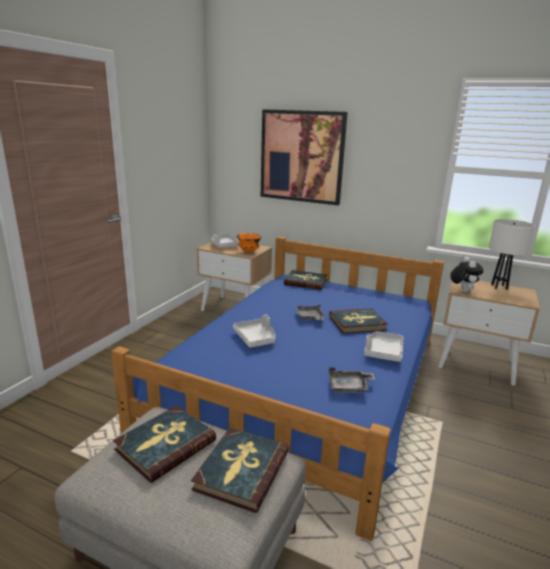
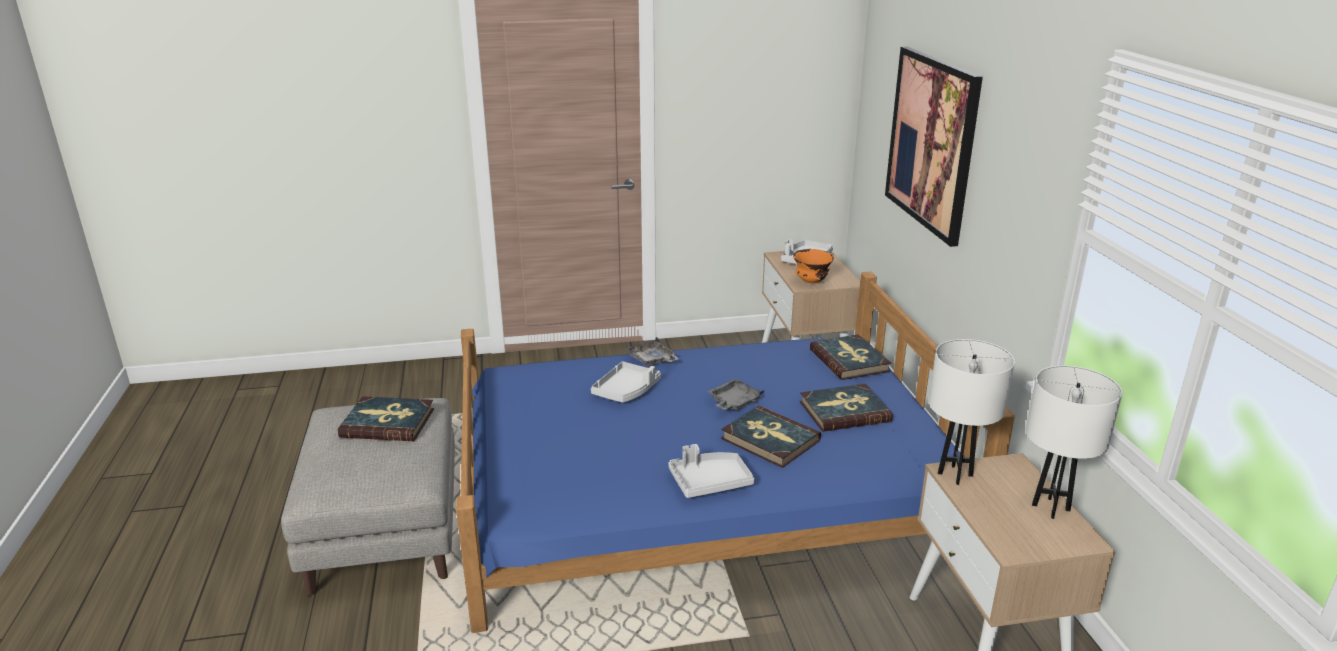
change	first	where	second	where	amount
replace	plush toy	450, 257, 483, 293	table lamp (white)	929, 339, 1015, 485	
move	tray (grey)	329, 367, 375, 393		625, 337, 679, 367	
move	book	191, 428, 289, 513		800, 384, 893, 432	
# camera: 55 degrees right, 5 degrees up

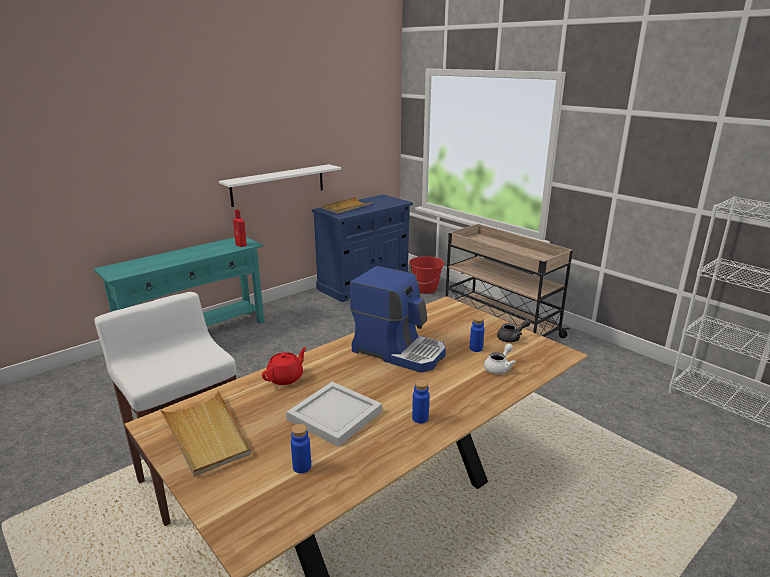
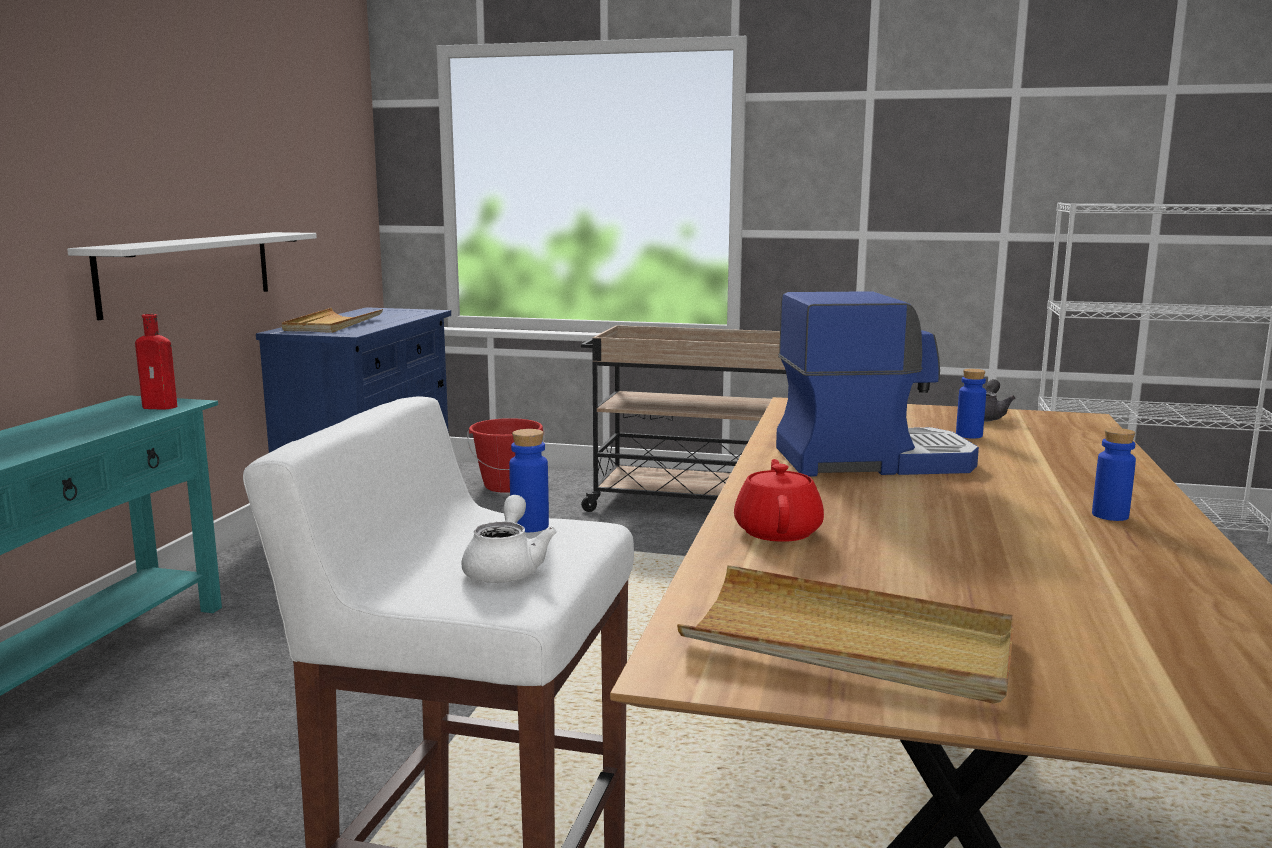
change	first	where	second	where	amount
move	teapot (white)	484, 343, 516, 374		461, 495, 557, 583	
delete	tray (white)	286, 382, 382, 447			
move	bottle (blue)	291, 424, 311, 473		509, 429, 549, 532	
# camera: 35 degrees left, 10 degrees down

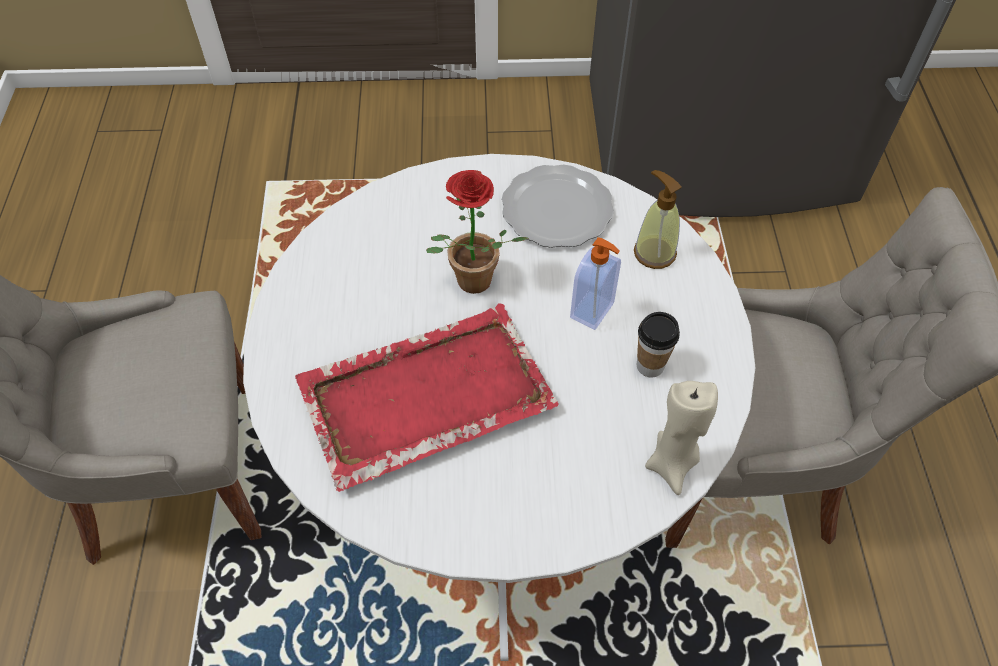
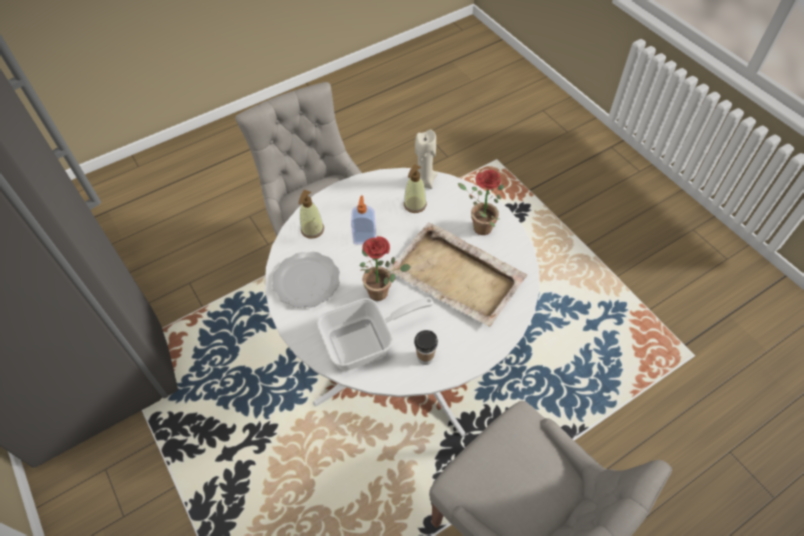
change	first	where	second	where	amount
recolor	tray (red)	295, 303, 559, 492	tray (beige)	388, 222, 527, 327	
move	cup	637, 312, 680, 377		414, 330, 438, 365	
insert			soap dispenser	404, 164, 427, 213	
insert			potted plant	458, 170, 504, 235	
insert			frying pan	317, 297, 434, 371	
# camera: 120 degrees left, 0 degrees up

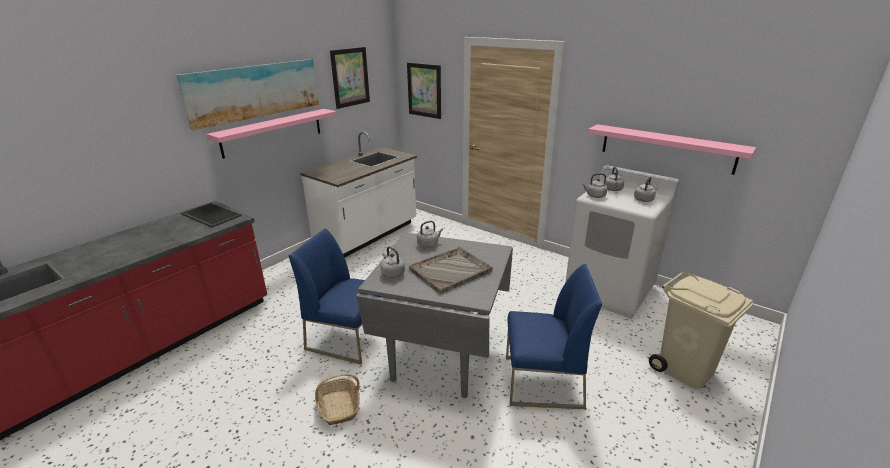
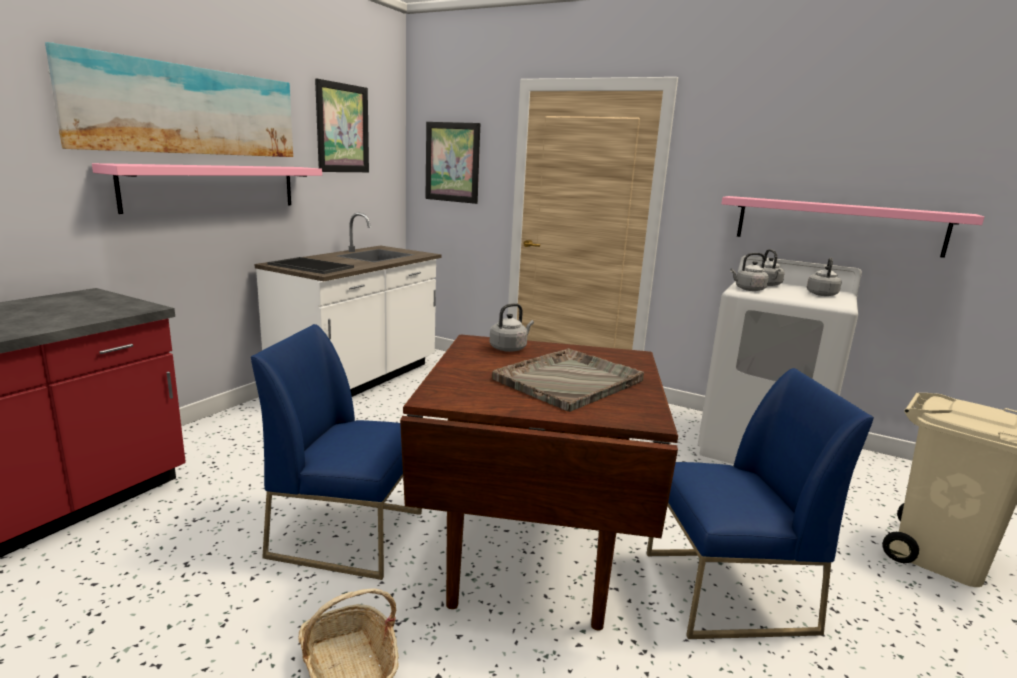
change	first	where	second	where	amount
move	tray	181, 203, 242, 228		268, 257, 354, 274	
recolor	dining table (grey)	356, 232, 513, 398	dining table (brown)	400, 335, 678, 630	
delete	kettle (grey)	381, 247, 405, 278			
# camera: 10 degrees left, 10 degrees down

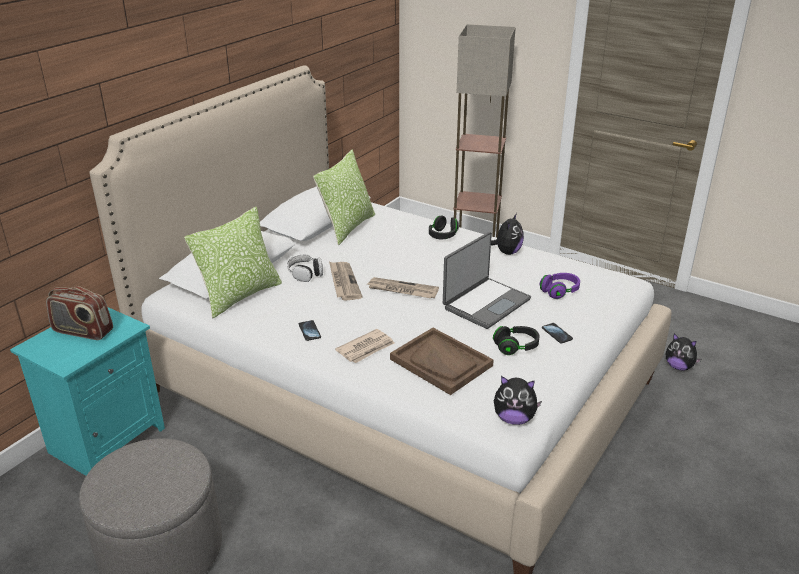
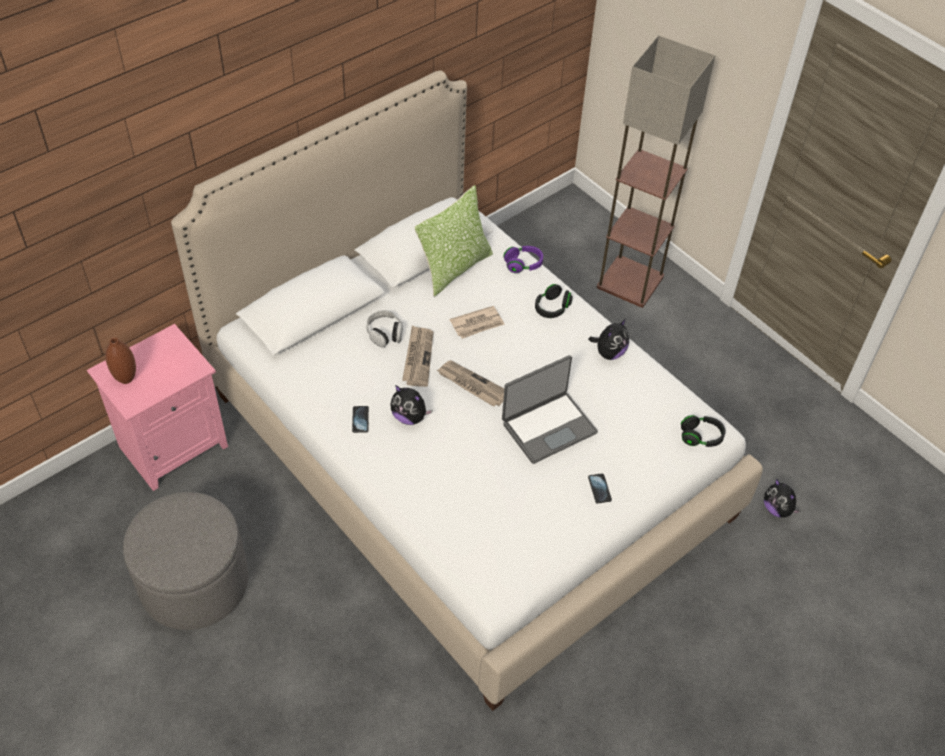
change	first	where	second	where	amount
delete	pillow	184, 207, 282, 318			
move	headphones (purple)	540, 273, 580, 299		503, 246, 543, 273	
delete	radio	46, 286, 113, 340			
recolor	nightstand (turquoise)	10, 307, 165, 476	nightstand (pink)	87, 324, 228, 491	
move	headphones (black)	493, 326, 539, 355		681, 415, 726, 447	
delete	tray (brown)	390, 328, 494, 395			
move	newspaper	335, 329, 394, 363		450, 306, 505, 339	
move	plush toy	494, 376, 542, 425		390, 385, 432, 425	
insert			vase (brown)	105, 338, 136, 384	
# camera: 15 degrees right, 20 degrees up

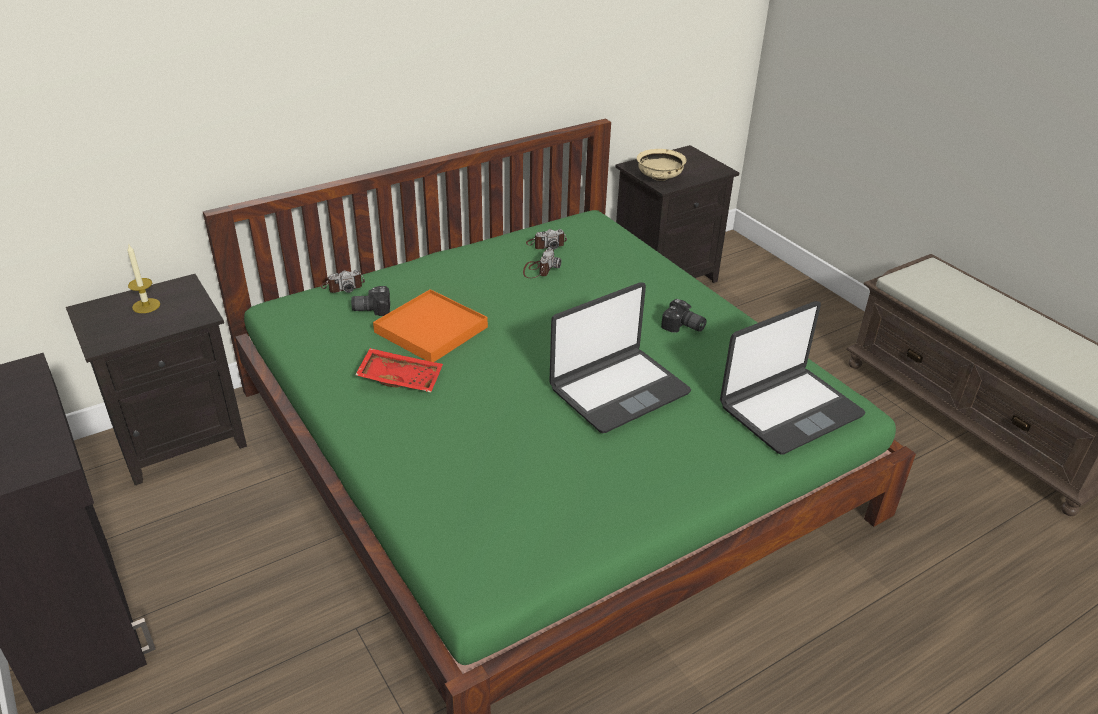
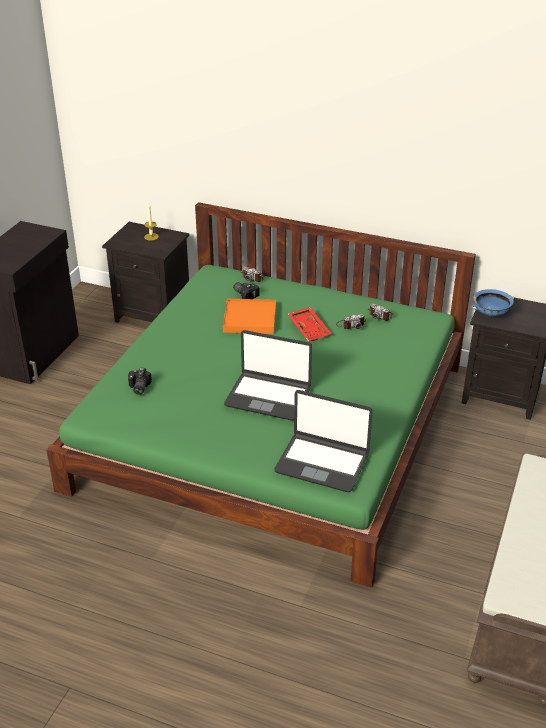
change	first	where	second	where	amount
recolor	bowl (beige)	637, 149, 687, 181	bowl (blue)	471, 289, 514, 316	
move	photo camera	661, 299, 707, 333		128, 368, 152, 395	
move	tray (red)	355, 348, 443, 392		288, 307, 332, 341	
# camera: 55 degrees right, 0 degrees up

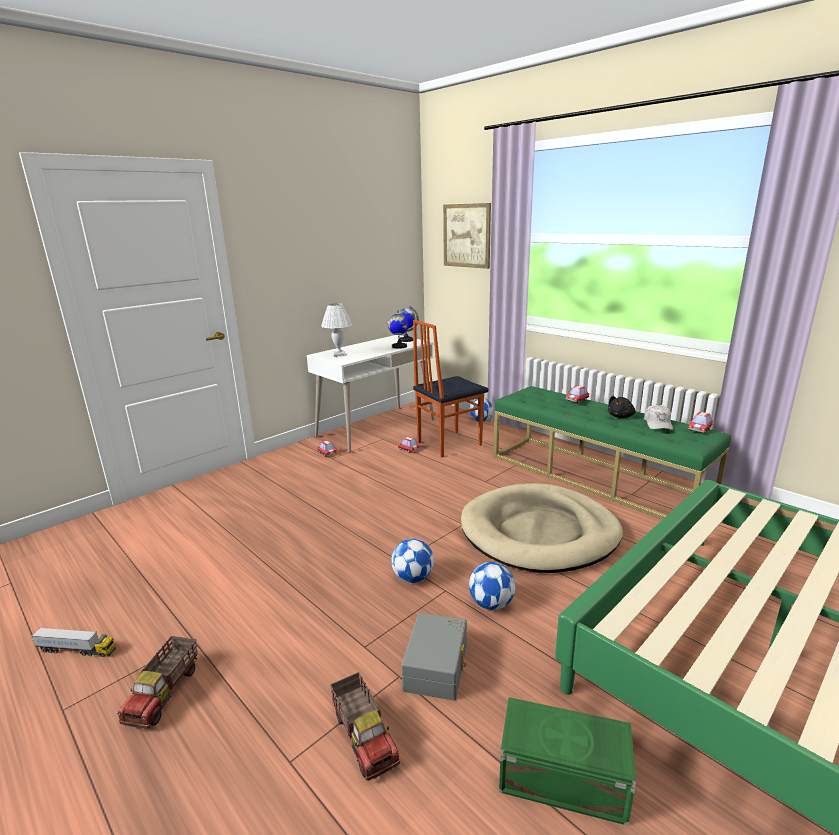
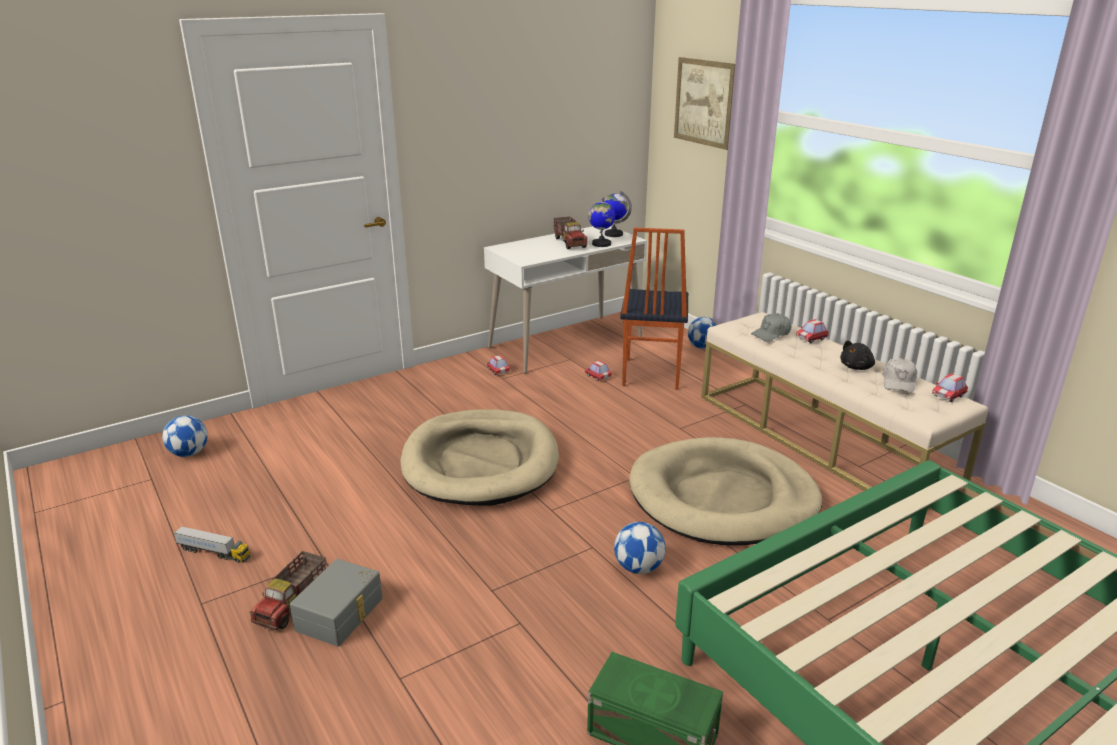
change	first	where	second	where	amount
delete	table lamp (white)	321, 303, 352, 357			
rotate	chair	413, 320, 488, 457		620, 227, 688, 390	60 degrees counterclockwise
recolor	bench (green)	493, 386, 731, 519	bench (beige)	701, 312, 988, 518	
move	football	391, 539, 434, 583		162, 415, 208, 457	
move	storage box (grey)	401, 613, 467, 701		290, 559, 383, 647	
move	toy truck	330, 672, 400, 781		553, 216, 588, 249	
insert			cap (grey)	751, 313, 791, 341	
insert			dog bed (beige)	400, 409, 559, 506	
# camera: 10 degrees right, 5 degrees up

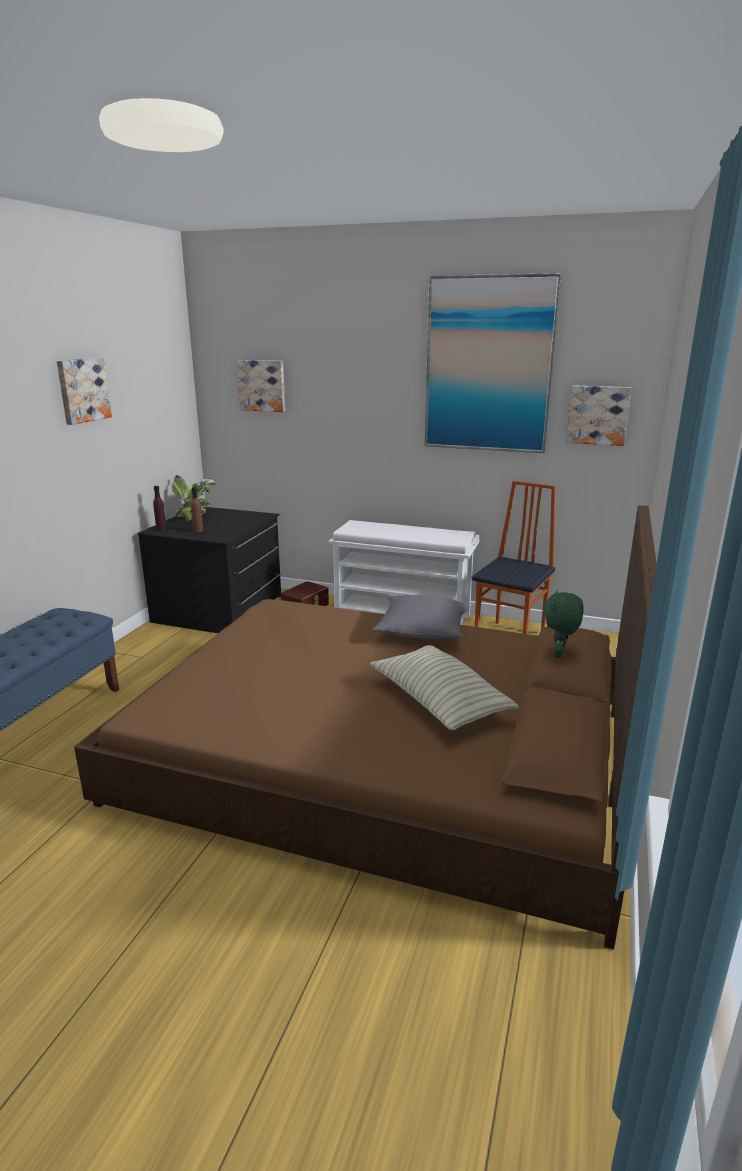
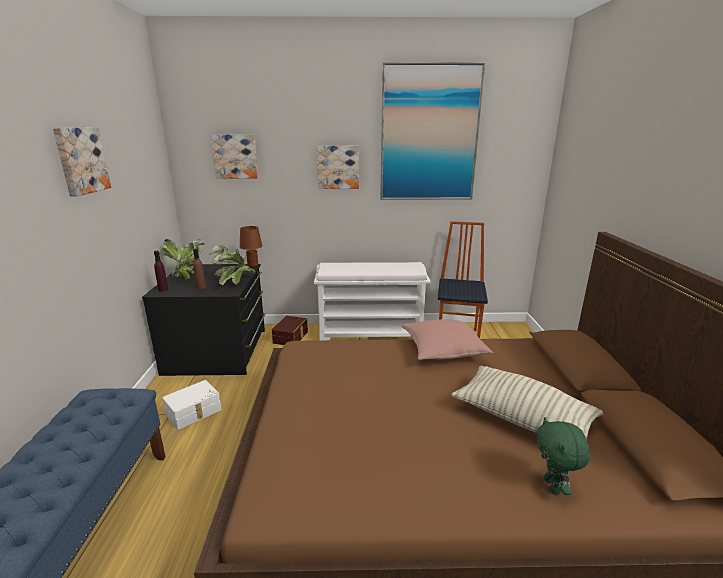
change	first	where	second	where	amount
move	picture	566, 385, 632, 446		317, 146, 359, 189	
move	plush toy (green)	544, 590, 584, 658		536, 417, 591, 495	
recolor	pillow (grey)	372, 595, 470, 639	pillow (pink)	401, 319, 493, 360	
insert			table lamp (brown)	240, 226, 262, 268	
insert			potted plant	210, 245, 255, 285	
insert			storage box (white)	162, 380, 222, 430	
# camera: 20 degrees left, 0 degrees up

